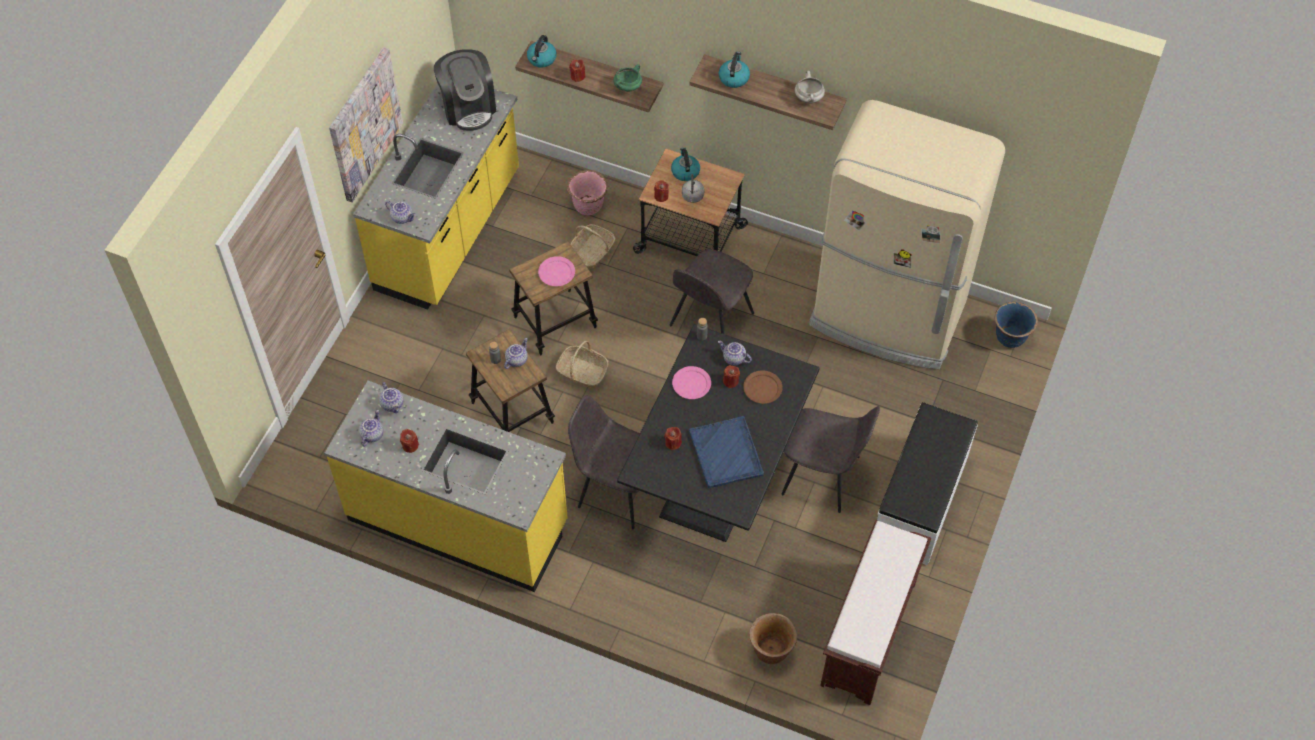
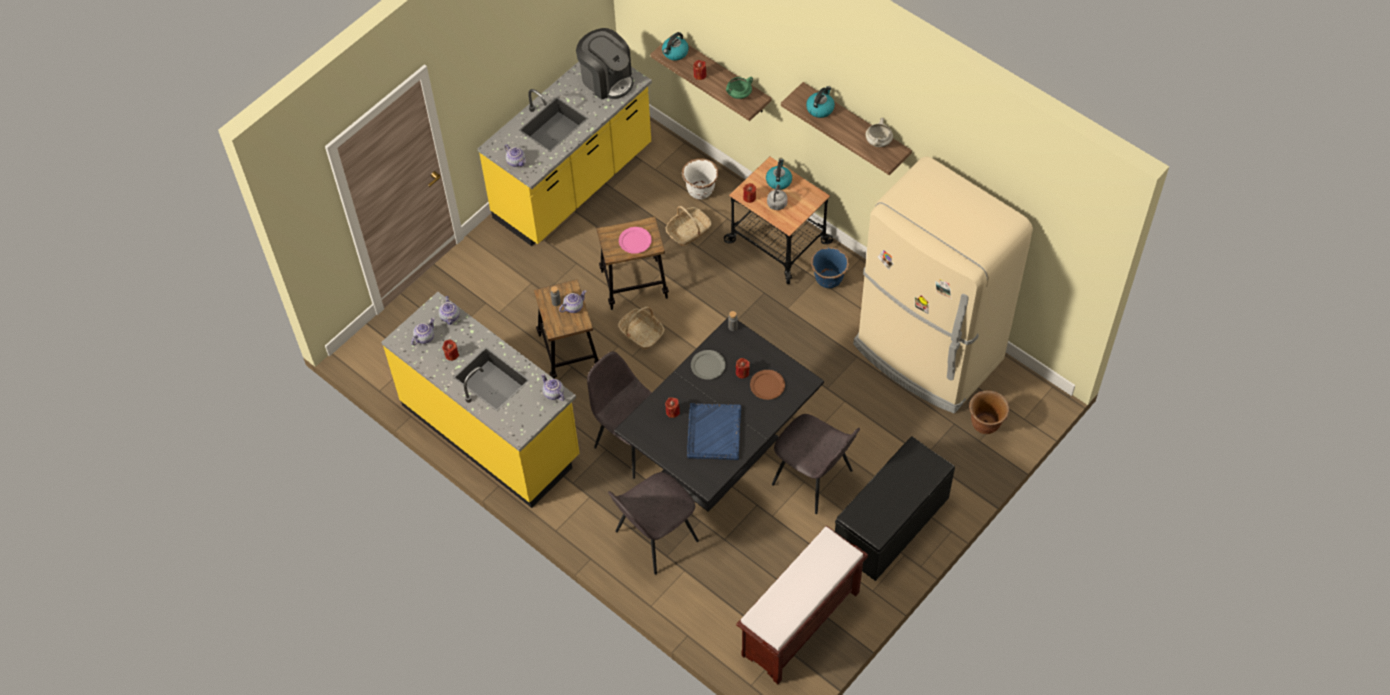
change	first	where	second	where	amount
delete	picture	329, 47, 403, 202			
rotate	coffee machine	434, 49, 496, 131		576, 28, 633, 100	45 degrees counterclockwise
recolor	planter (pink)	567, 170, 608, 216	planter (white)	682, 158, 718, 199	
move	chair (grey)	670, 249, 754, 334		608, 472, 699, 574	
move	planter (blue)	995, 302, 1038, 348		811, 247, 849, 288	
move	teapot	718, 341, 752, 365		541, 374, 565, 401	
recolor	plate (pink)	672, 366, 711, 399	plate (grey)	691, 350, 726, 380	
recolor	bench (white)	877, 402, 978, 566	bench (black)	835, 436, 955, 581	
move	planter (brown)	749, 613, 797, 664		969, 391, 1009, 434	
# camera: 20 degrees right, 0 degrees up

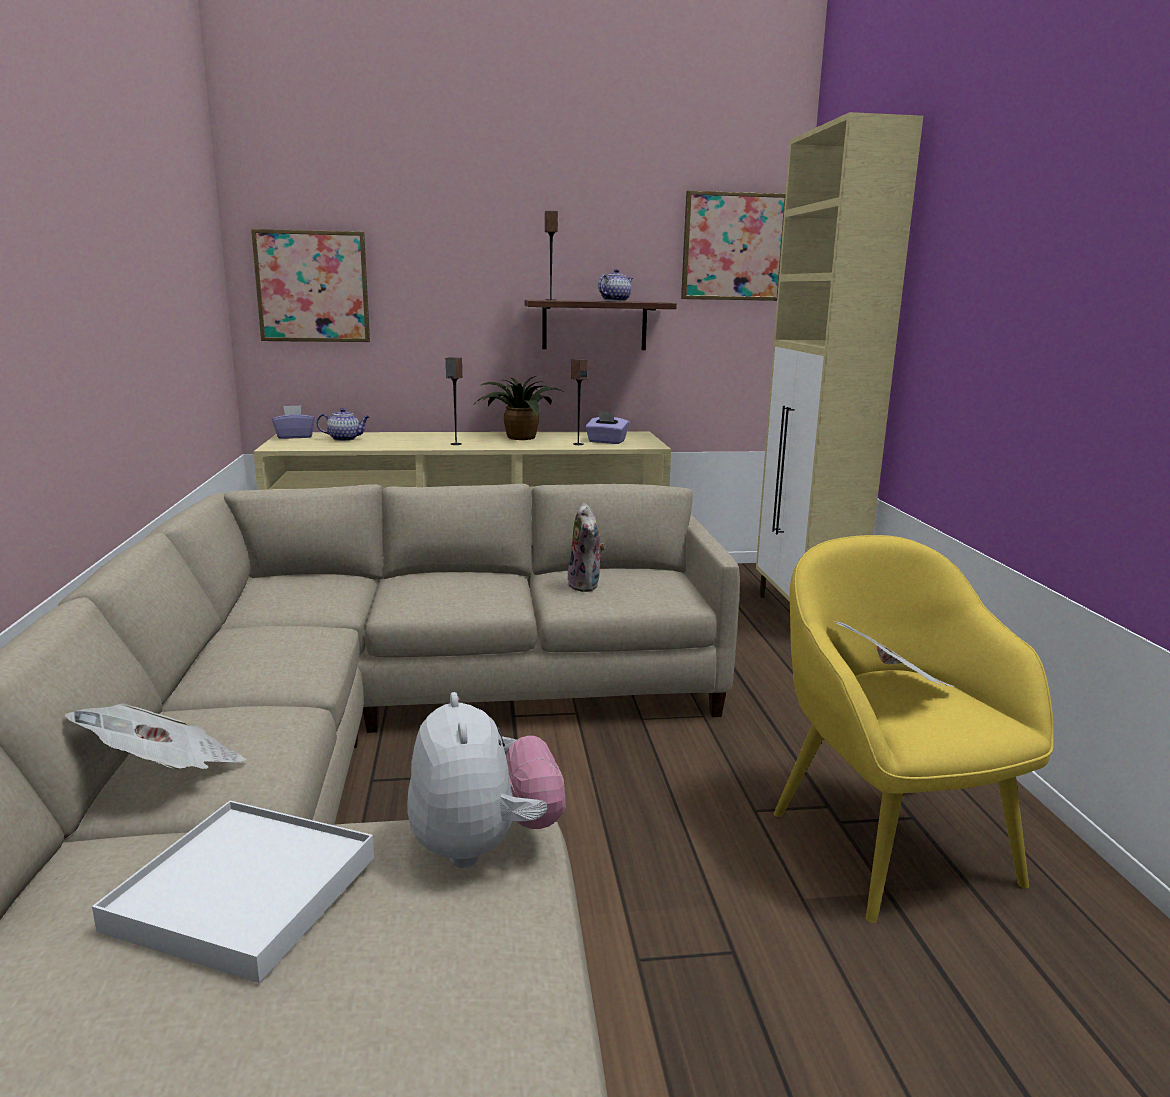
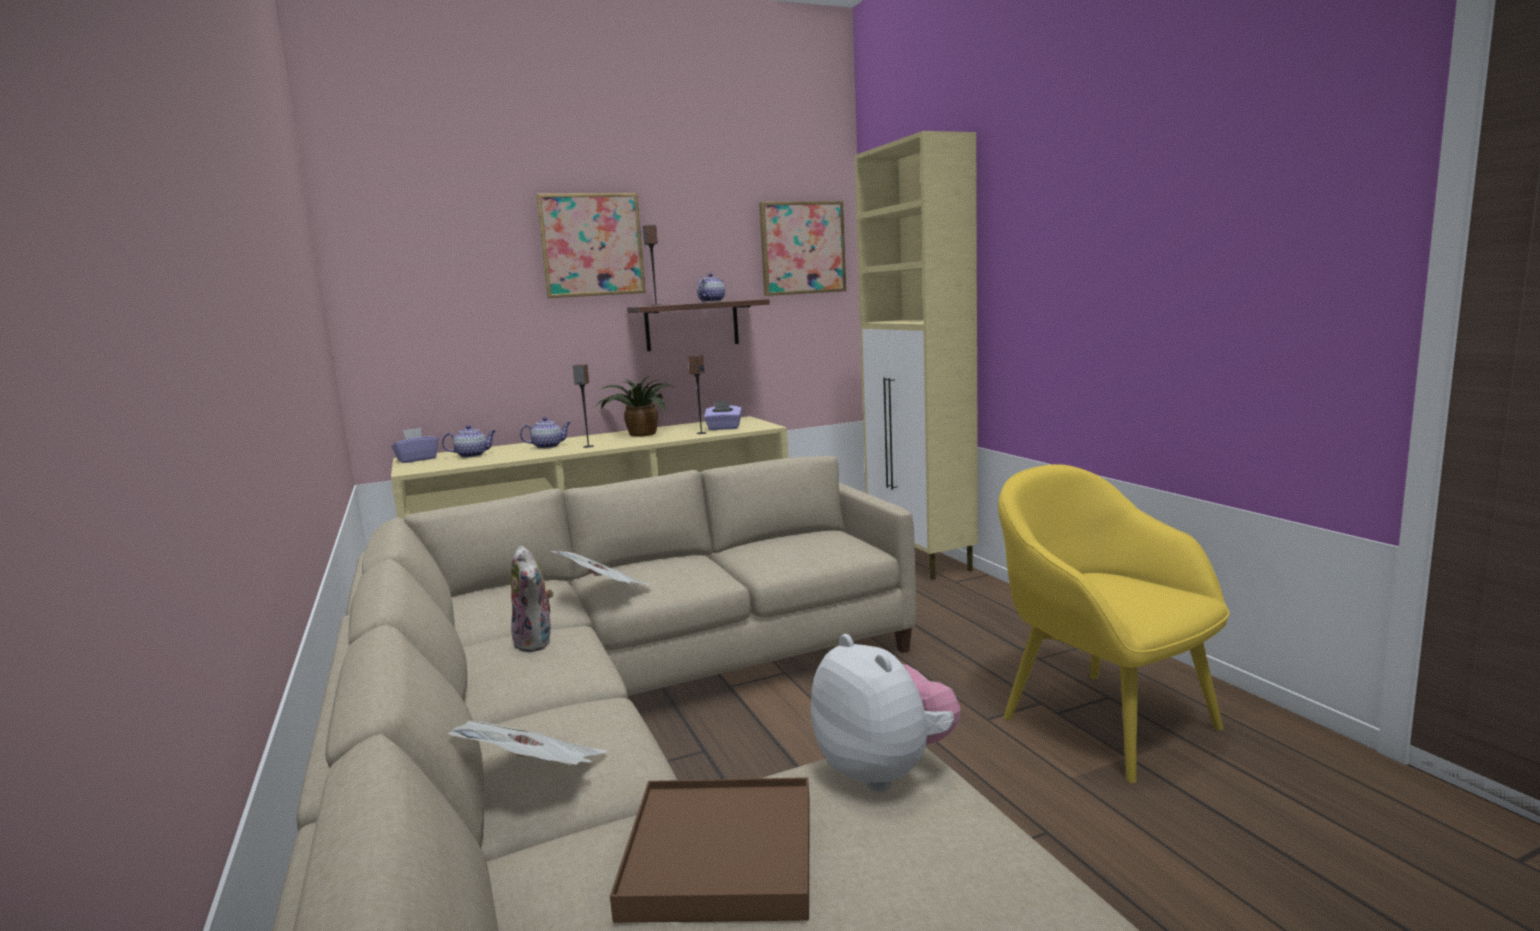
change	first	where	second	where	amount
move	picture	251, 229, 370, 342		536, 193, 646, 298	
move	plush toy	568, 503, 606, 592		511, 545, 554, 652	
move	newspaper	834, 621, 955, 687		551, 551, 651, 585	
recolor	tray (white)	92, 800, 374, 983	tray (brown)	610, 777, 810, 923	
insert			teapot	520, 417, 571, 449	
# camera: 15 degrees left, 5 degrees down

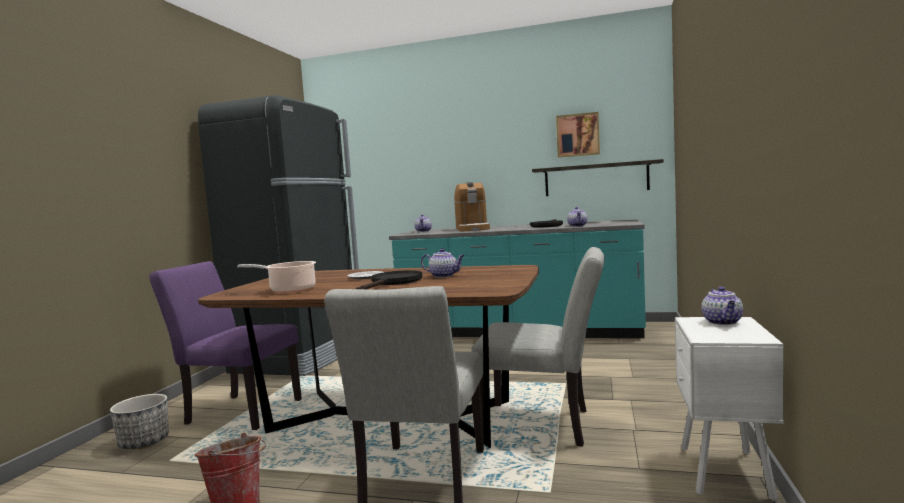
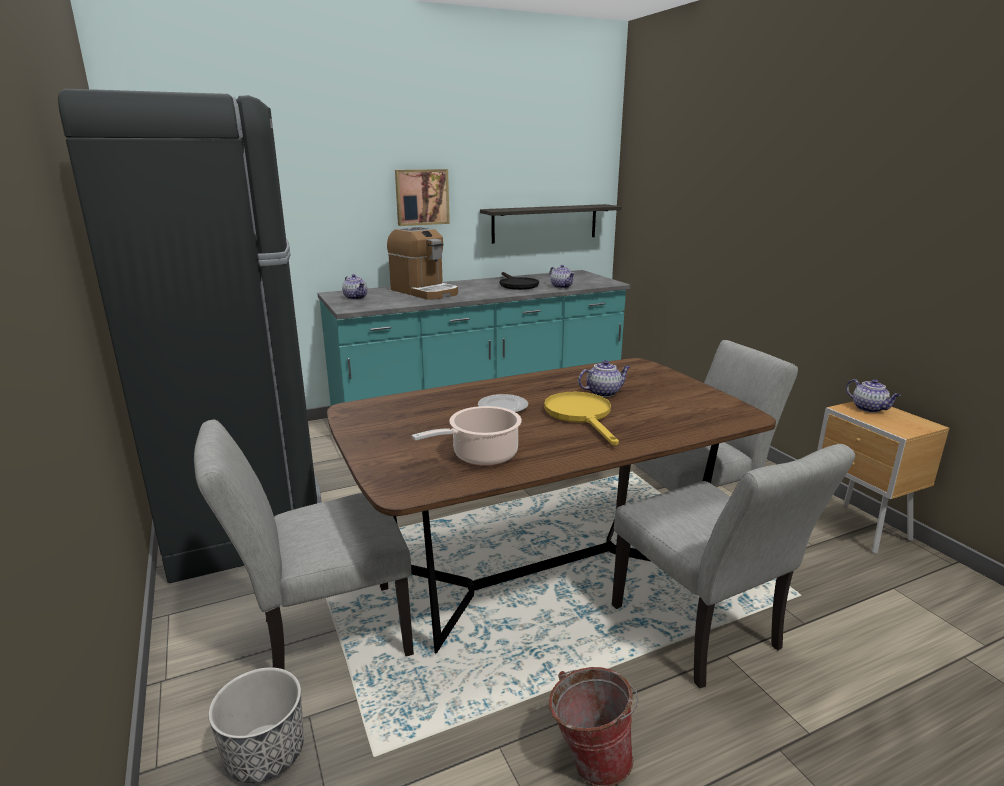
change	first	where	second	where	amount
move	picture	556, 112, 600, 158		395, 169, 450, 226	
recolor	chair (purple)	149, 261, 302, 430	chair (grey)	194, 420, 414, 669	
recolor	frying pan (black)	356, 270, 422, 289	frying pan (yellow)	544, 392, 619, 445	
recolor	nightstand (white)	675, 317, 783, 501	nightstand (brown)	817, 401, 950, 554	
# camera: 40 degrees left, 15 degrees up

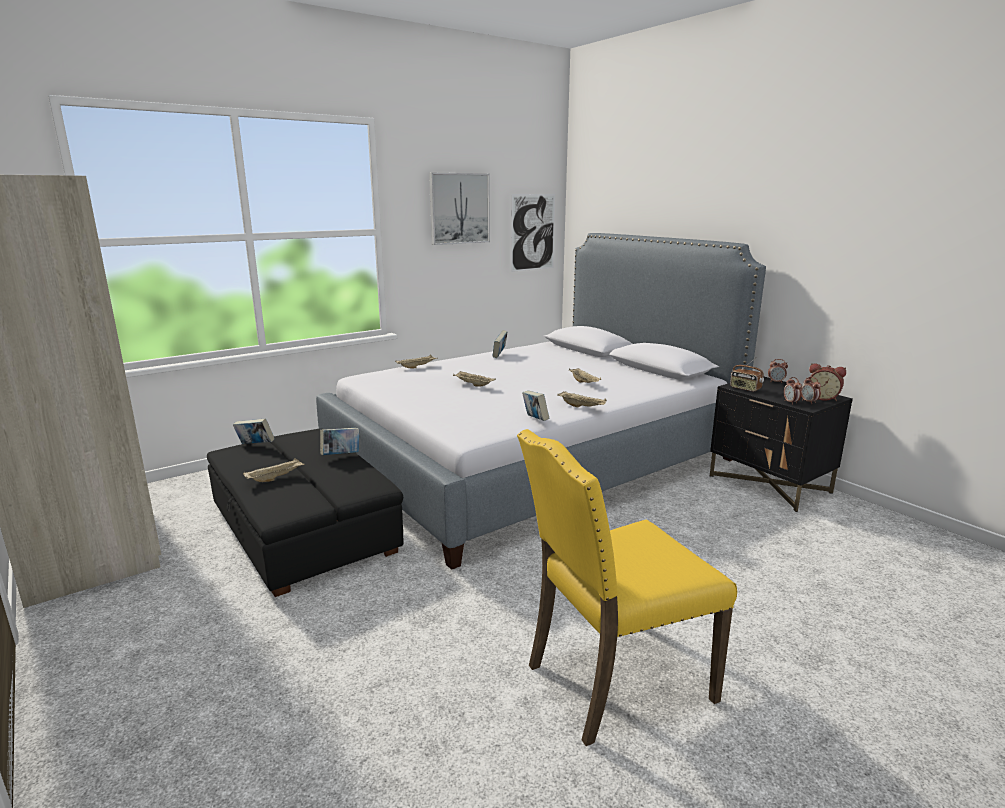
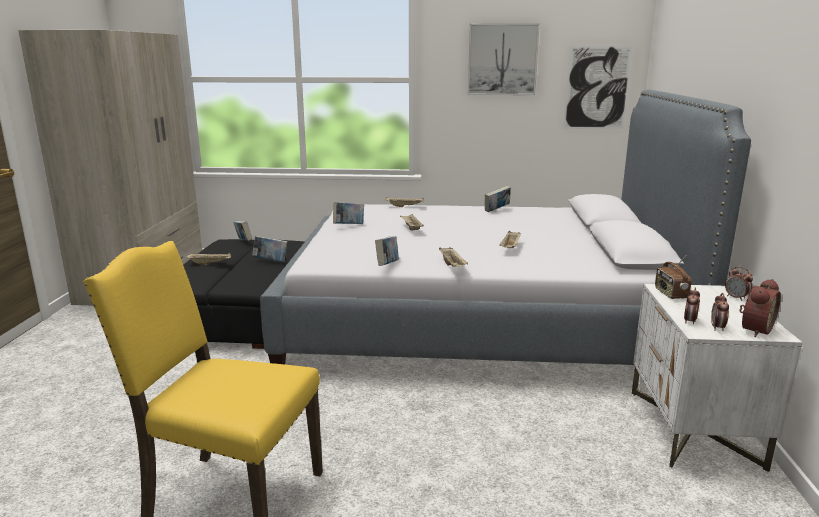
change	first	where	second	where	amount
rotate	alarm clock	809, 363, 846, 401		739, 279, 781, 337	120 degrees counterclockwise
recolor	nightstand (black)	710, 376, 853, 512	nightstand (white)	632, 284, 803, 472	
insert			book	333, 202, 364, 224	
# camera: 40 degrees right, 0 degrees up

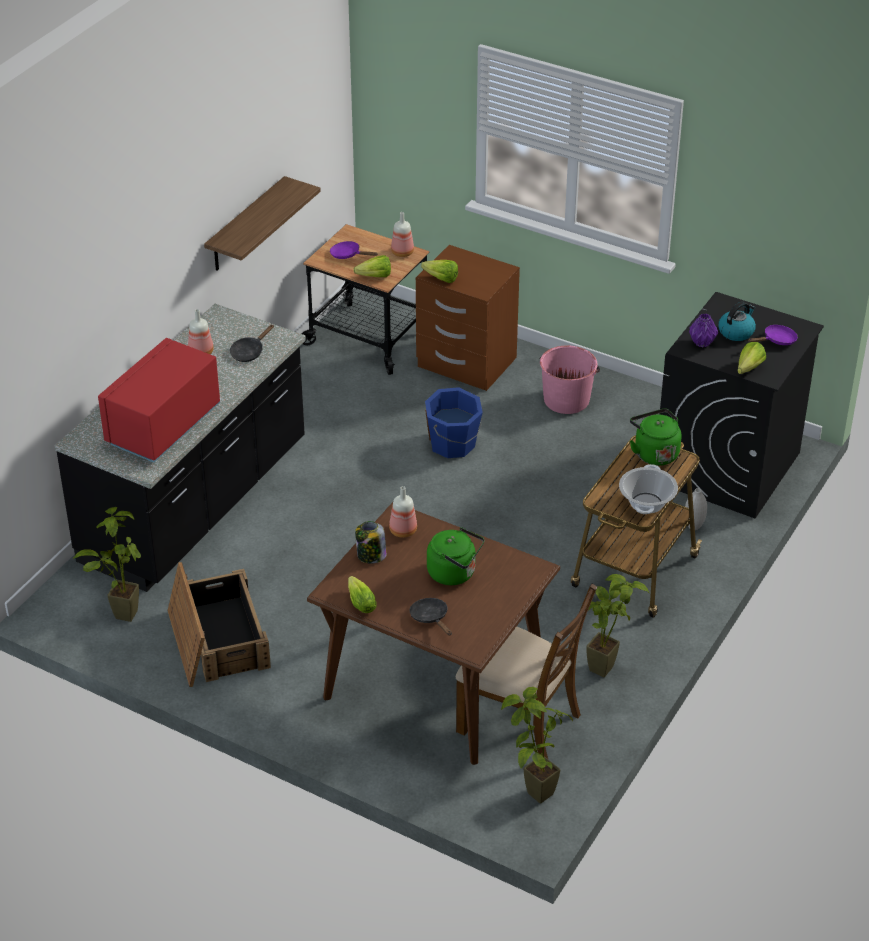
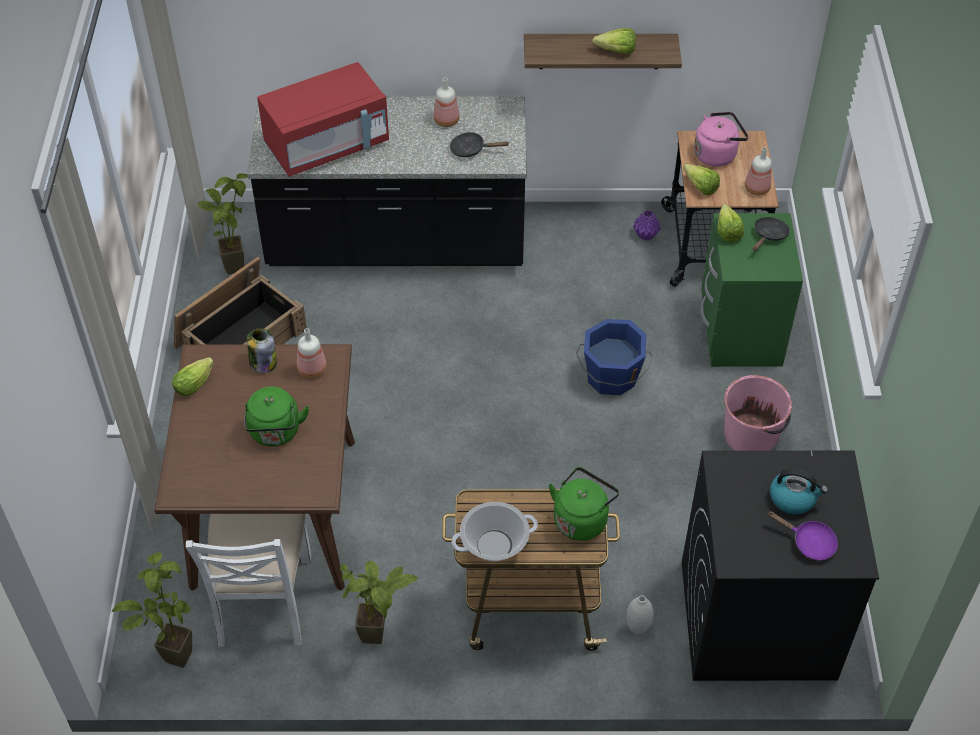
change	first	where	second	where	amount
replace	frying pan (purple)	330, 241, 377, 259	kettle (pink)	694, 112, 749, 167	
recolor	nightstand (brown)	416, 245, 520, 391	nightstand (green)	701, 213, 803, 367	
move	vase (purple)	689, 313, 718, 347		633, 210, 661, 241	
rotate	microwave (red)	98, 338, 220, 462		257, 62, 389, 177	150 degrees clockwise
move	lettuce	738, 342, 766, 374		592, 28, 636, 54	
recolor	chair (brown)	456, 583, 597, 759	chair (white)	186, 514, 311, 647	
move	frying pan (black)	410, 598, 452, 635		753, 217, 790, 251	
# camera: 60 degrees right, 10 degrees up

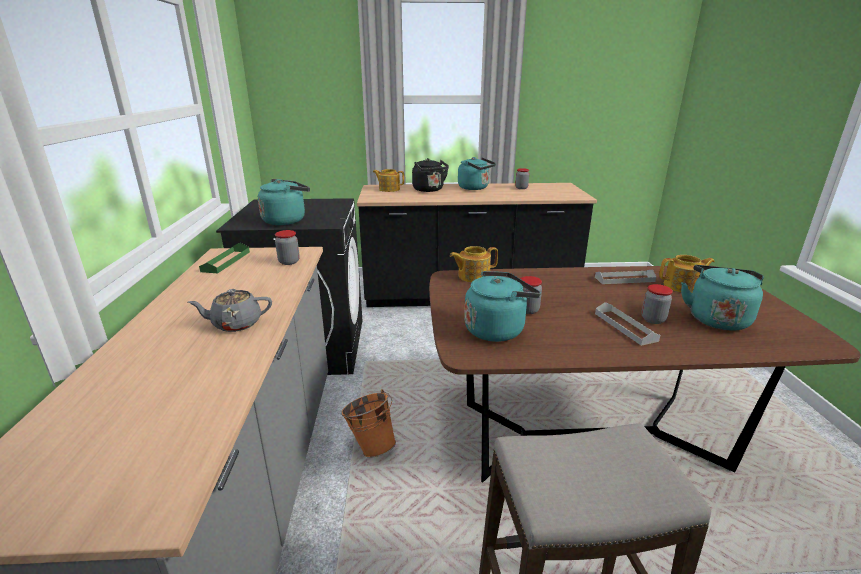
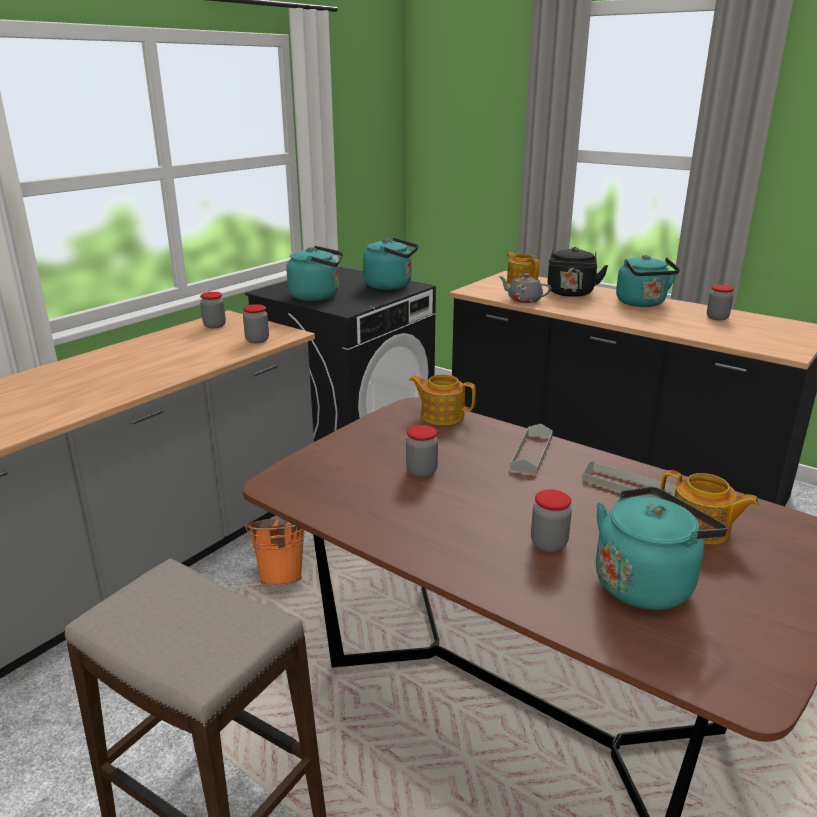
change	first	where	second	where	amount
replace	tray (green)	199, 243, 250, 273	jar	200, 292, 226, 329	
move	kettle (turquoise)	464, 271, 541, 342		363, 238, 419, 290	
move	teapot (grey)	188, 289, 272, 332		498, 274, 551, 303	
move	tray (grey)	595, 302, 660, 346		510, 424, 553, 475	
# camera: 40 degrees right, 0 degrees up

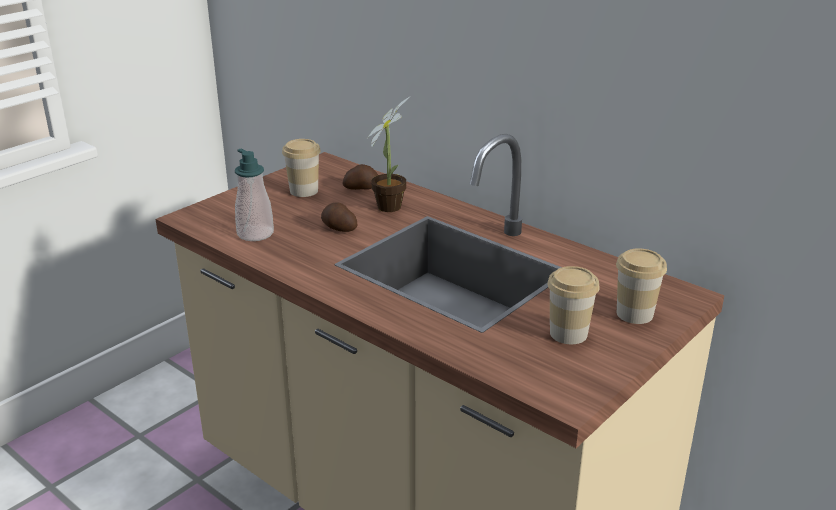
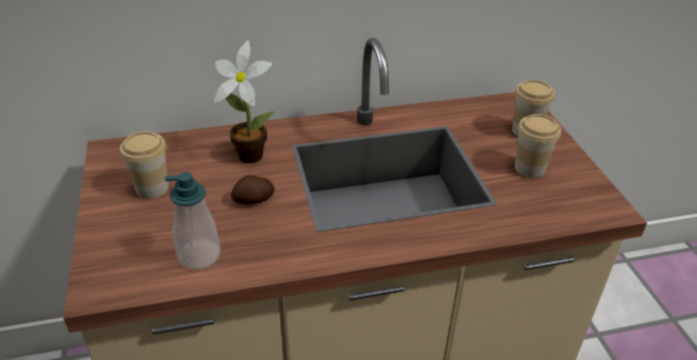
change	first	where	second	where	amount
delete	potato	343, 164, 378, 190			
# camera: 55 degrees left, 10 degrees up

